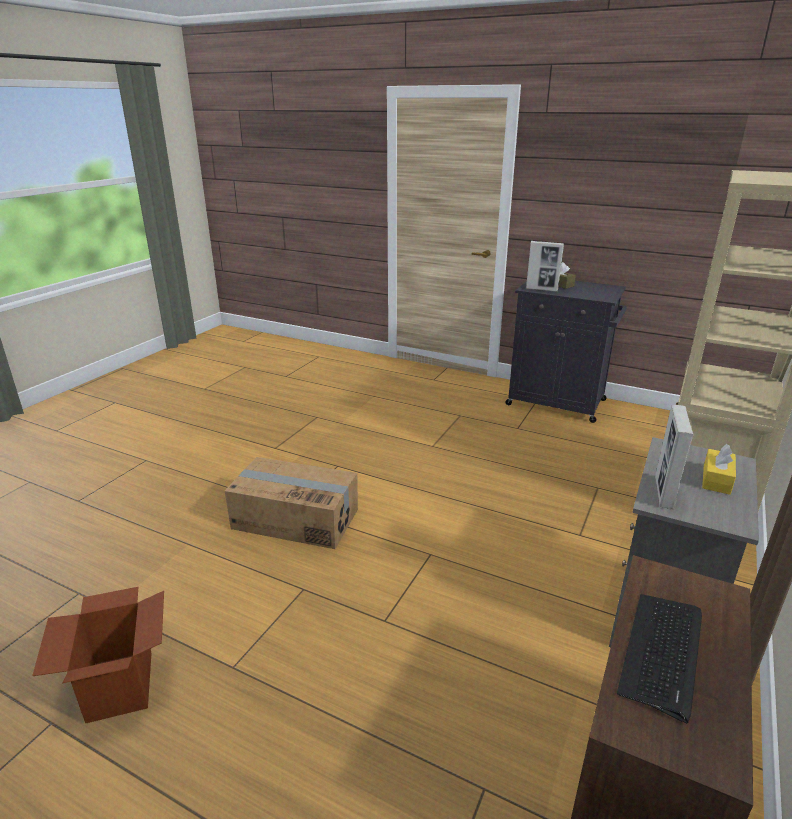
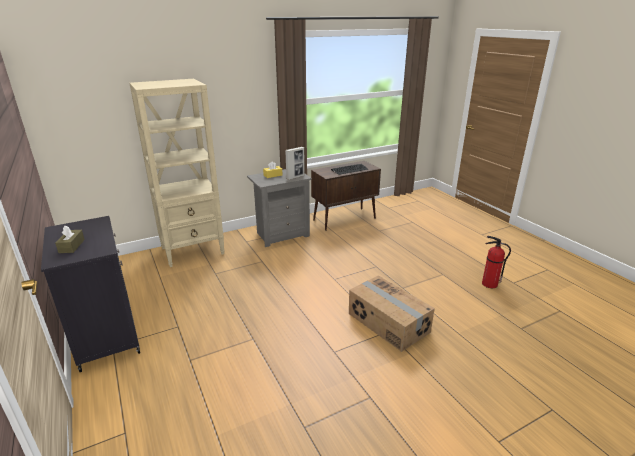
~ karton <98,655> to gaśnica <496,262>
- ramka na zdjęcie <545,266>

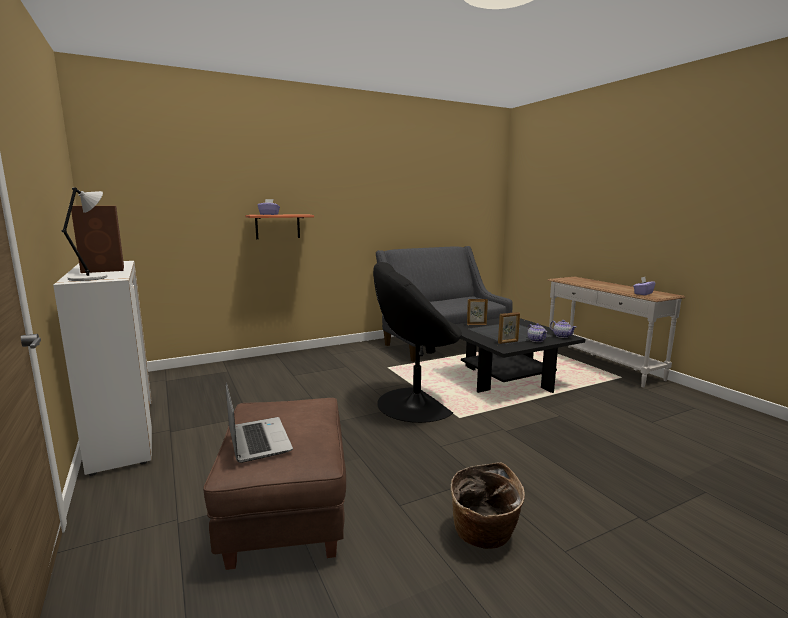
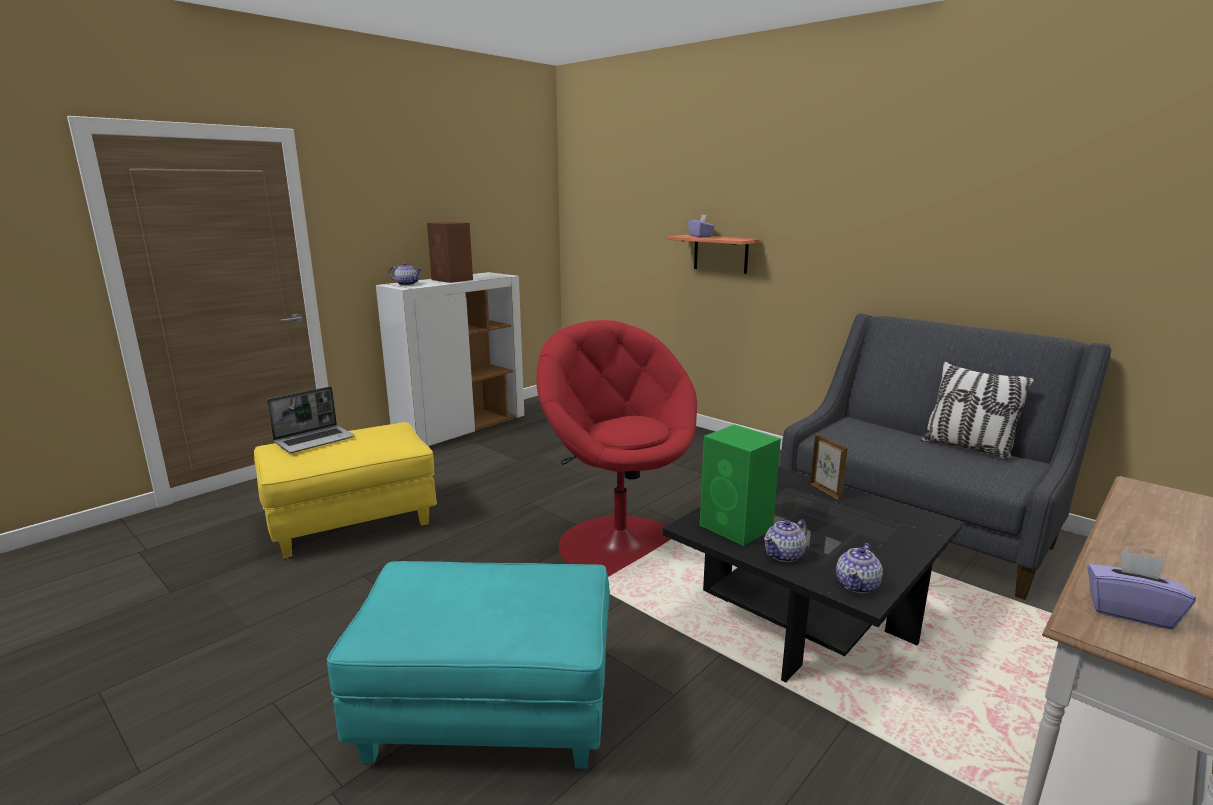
~ pufa [brązowy] <274,484> to pufa [żółty] <345,490>
+ pufa [turkusowy] <468,665>
~ lampa stołowa [szary] <85,234> to imbryk <405,274>
~ fotel [czarny] <417,342> to fotel [czerwony] <616,448>
~ ramka na zdjęcie <509,328> to głośnik [zielony] <740,485>
+ poduszka <977,411>
- koszyk <488,505>

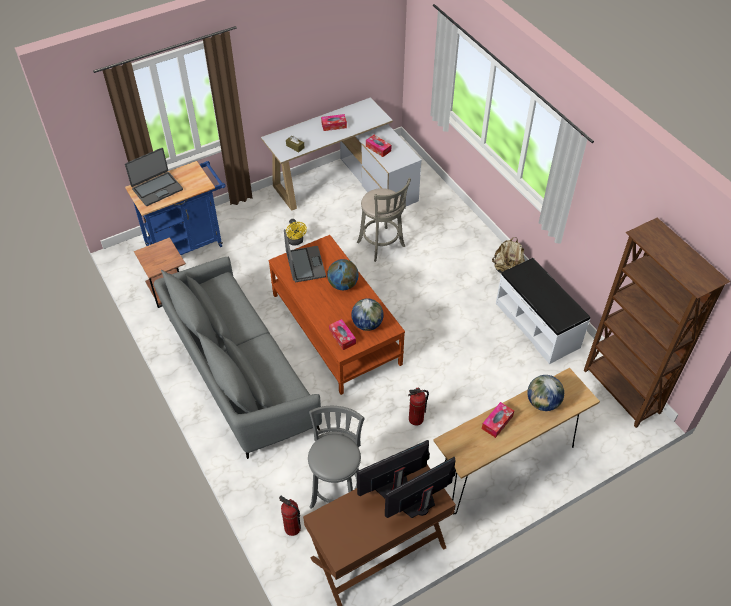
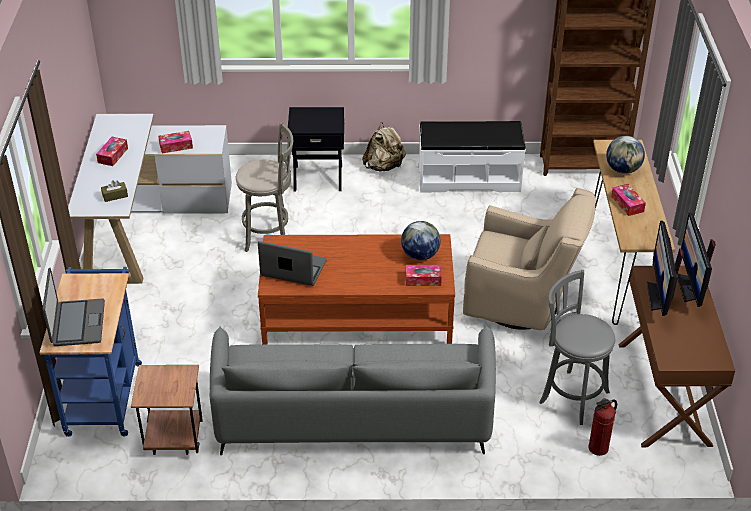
+ szafka nocna [czarny] <316,149>
~ gaśnica <418,406> to fotel [beżowy] <529,259>
- wentylator [żółty] <296,232>
- globus <343,274>

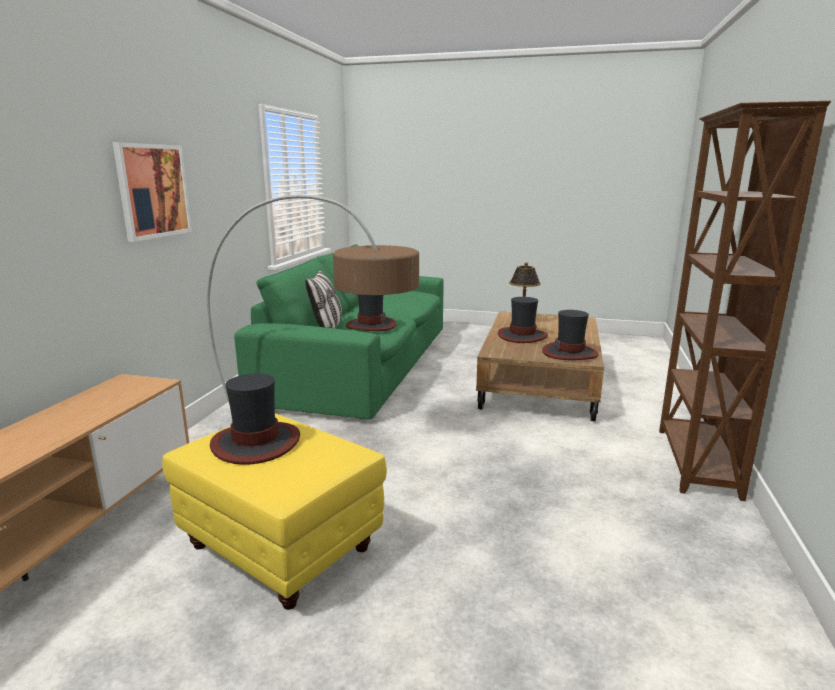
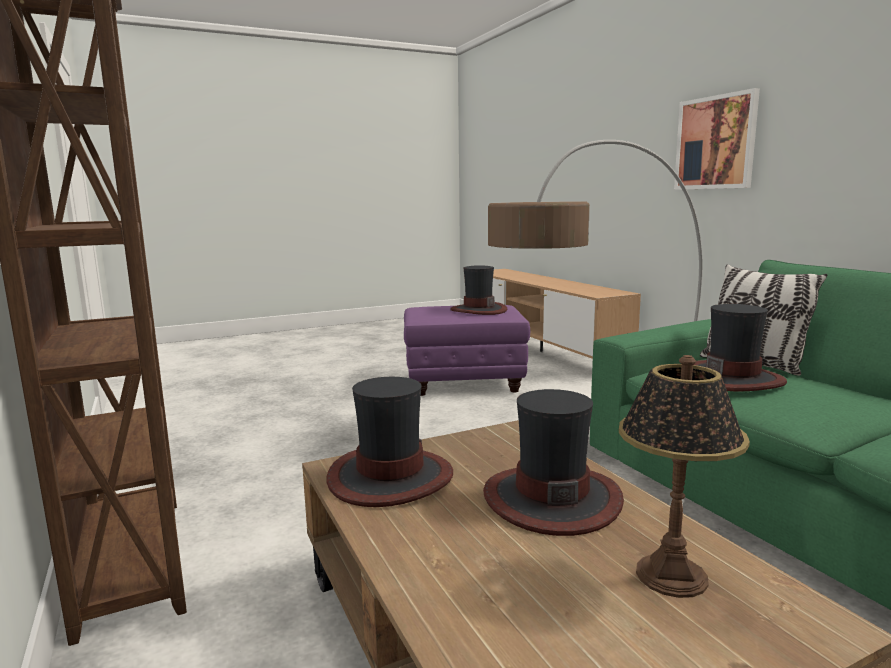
~ pufa [żółty] <274,511> to pufa [fioletowy] <467,350>

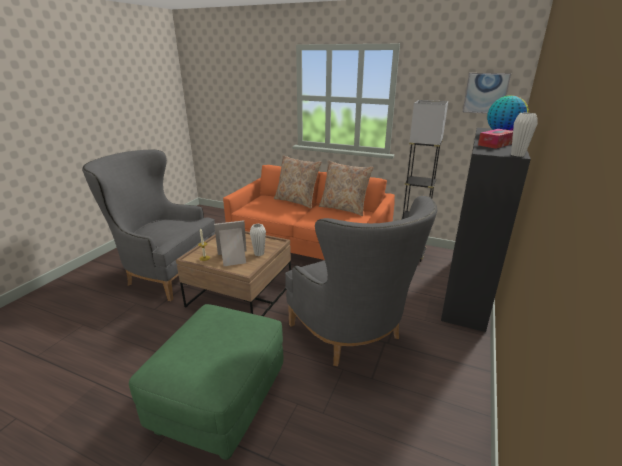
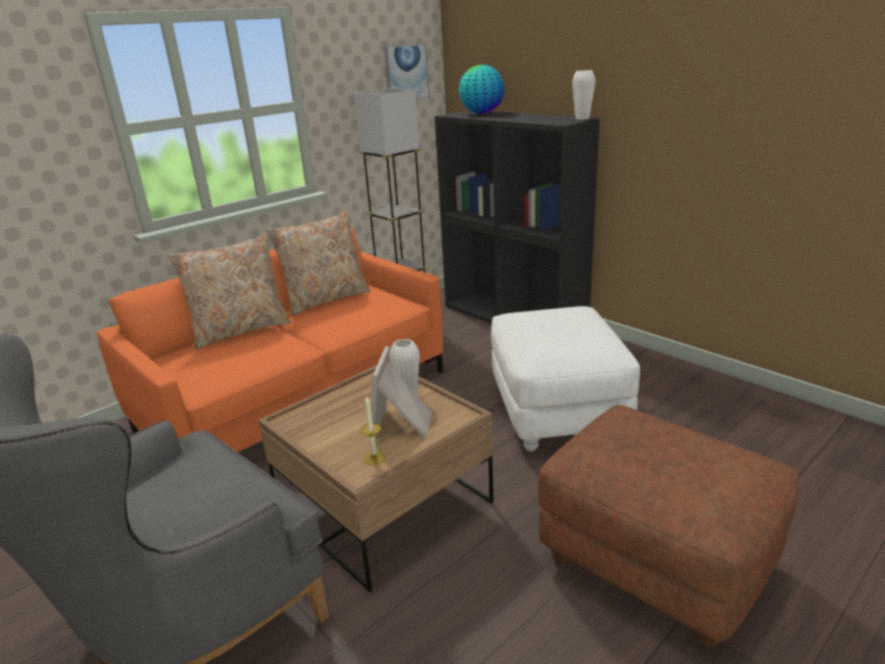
~ fotel [szary] <361,281> to pufa [biały] <565,379>
~ pufa [zielony] <206,382> to pufa [brązowy] <668,526>
- pudełko chusteczek <495,139>

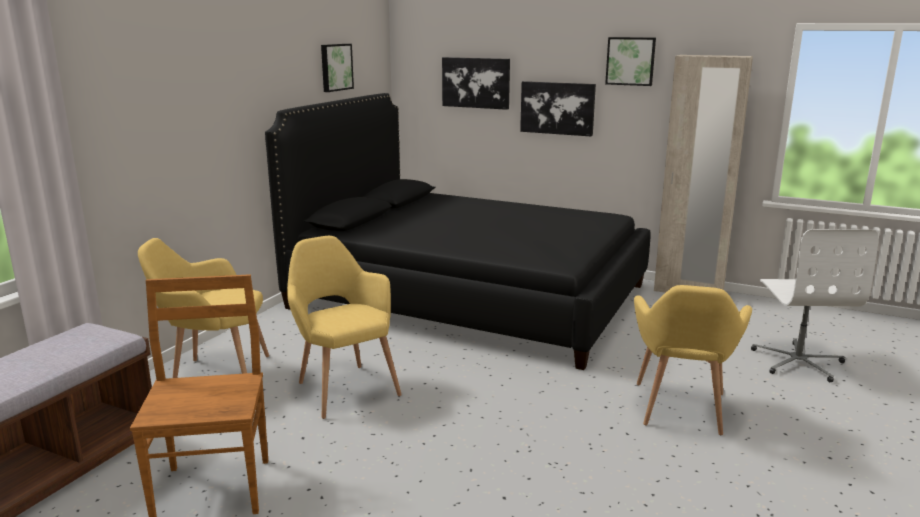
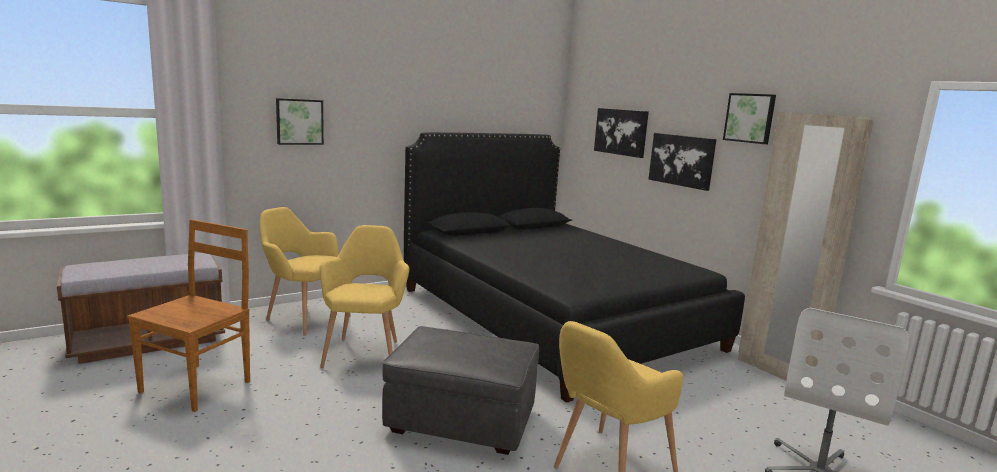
~ obraz <337,68> to <300,121>
+ pufa [szary] <460,390>

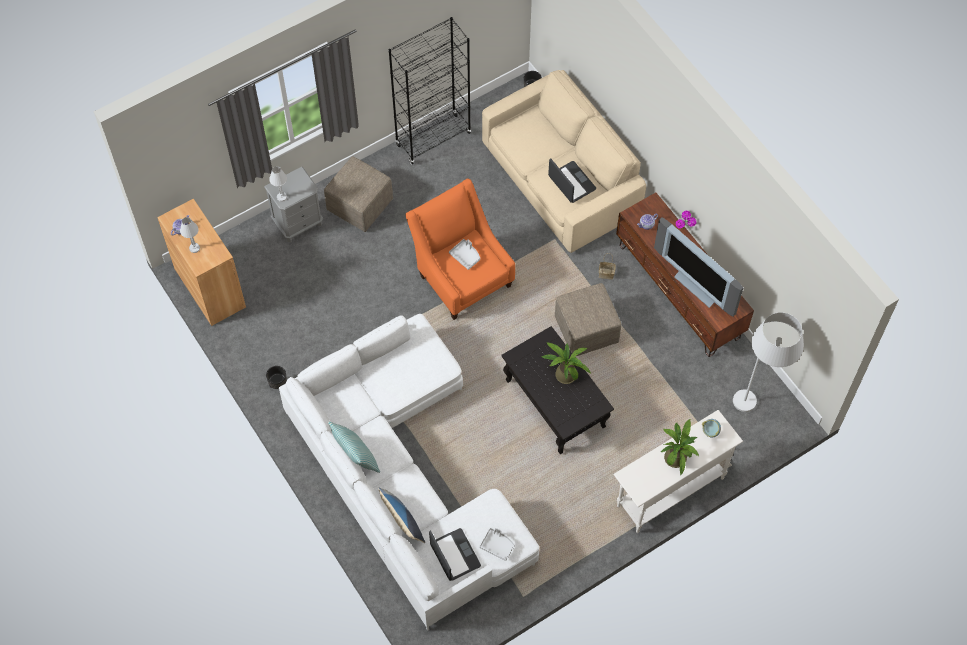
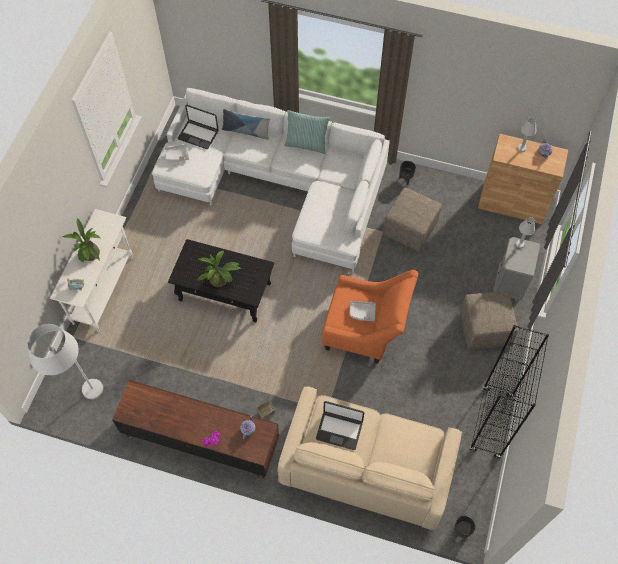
~ pufa [beżowy] <588,320> to <412,219>
- telewizor <698,267>

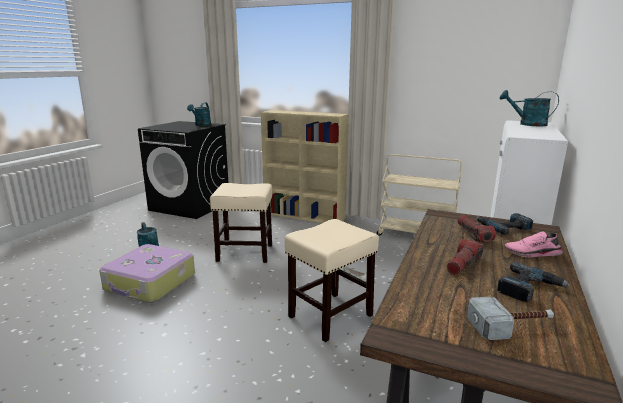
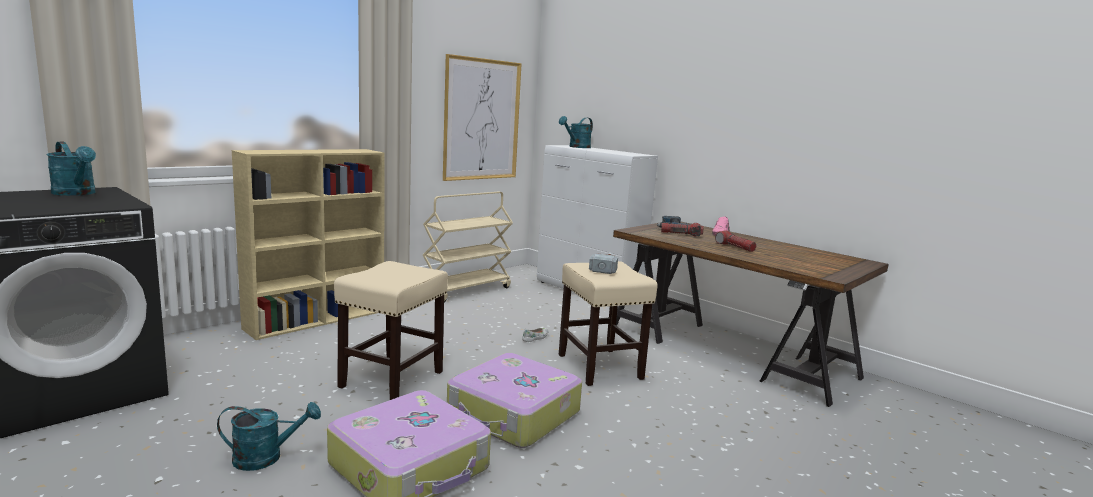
+ obraz <482,117>
+ walizka <514,400>
~ młotek <510,318> to <603,263>
- wiertarka <533,282>

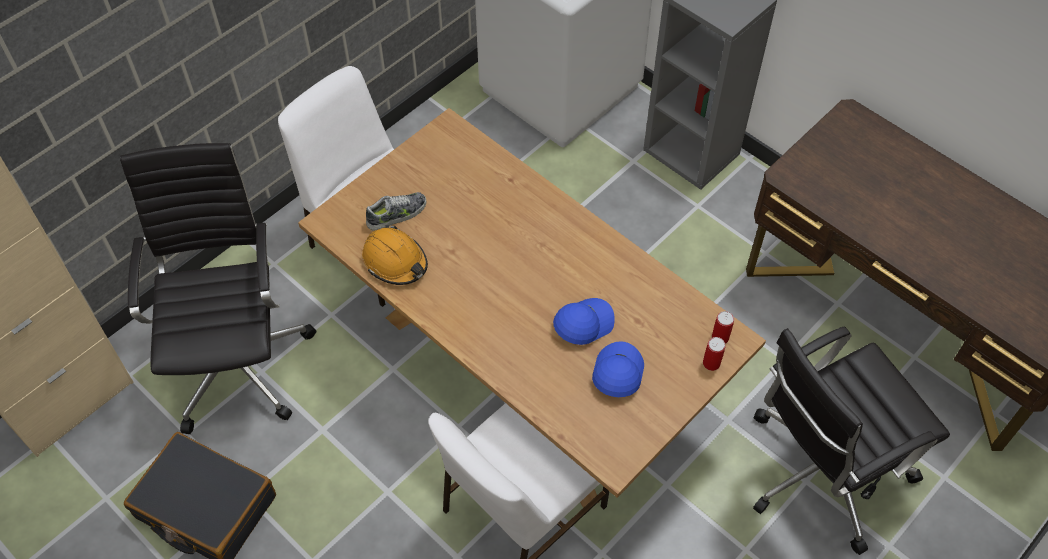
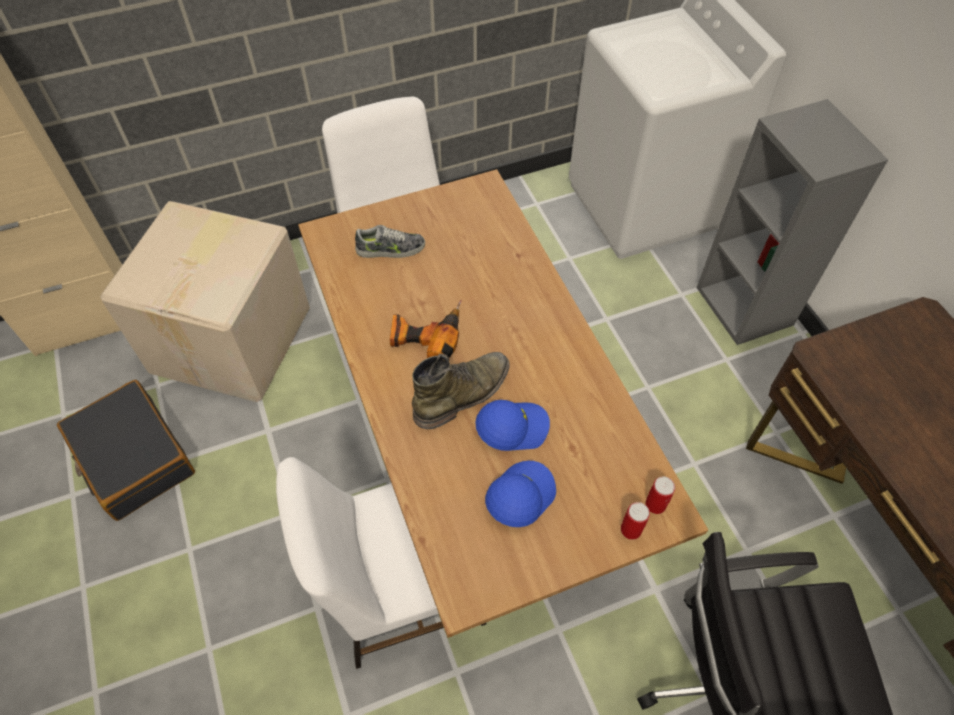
~ krzesło biurowe [czarny] <218,288> to karton <205,301>
+ wiertarka <426,329>
+ but z cholewką [zielony] <461,390>
- kask [pomarańczowy] <395,255>

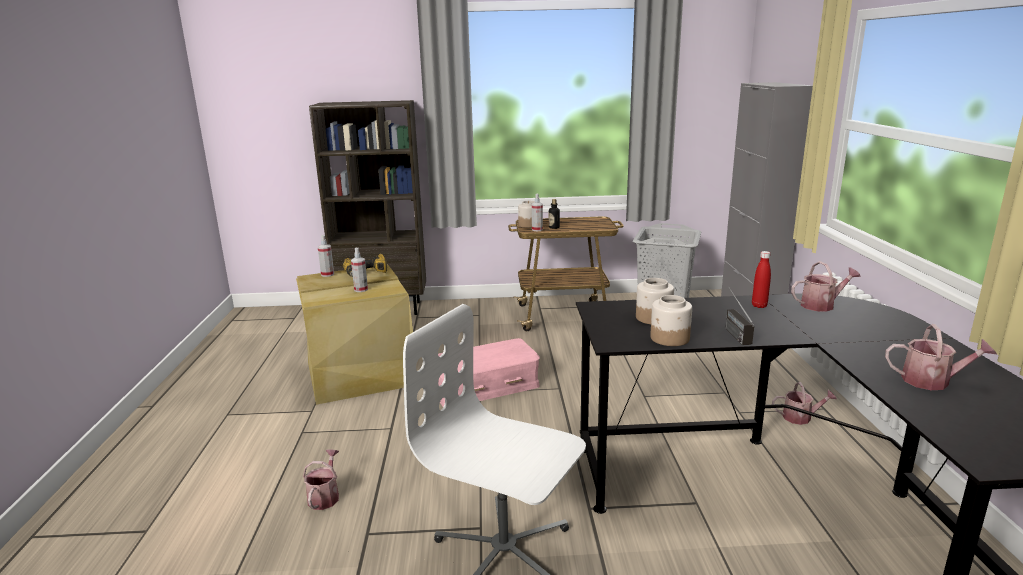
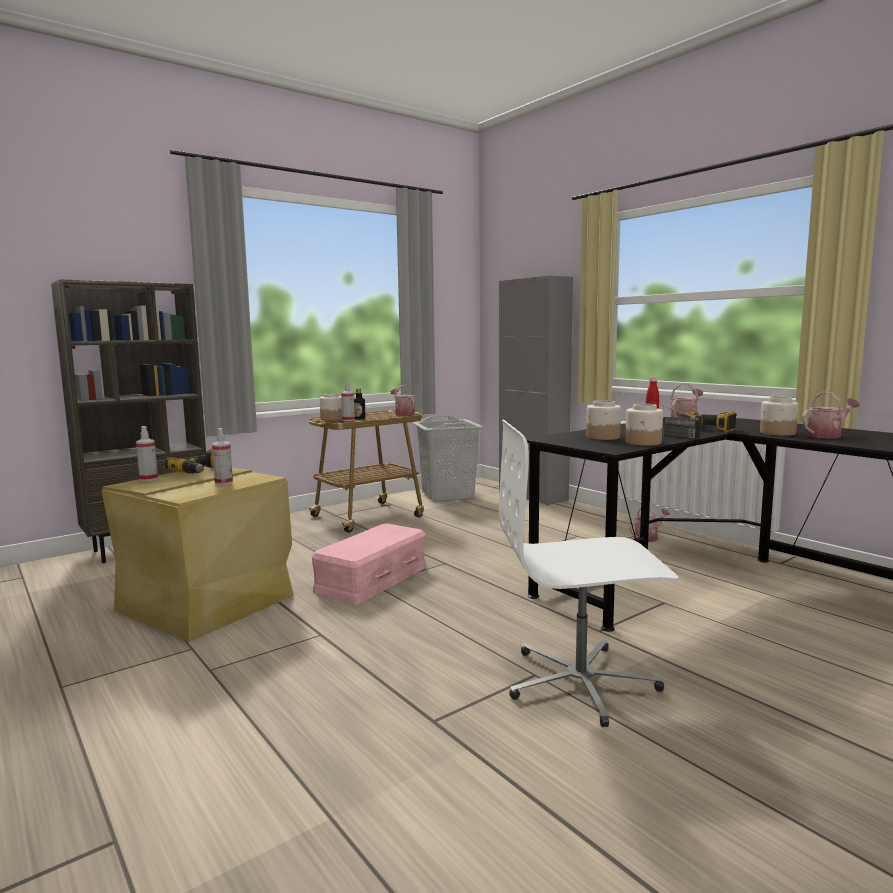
~ konewka <321,479> to <403,400>
+ wiertarka <707,421>
+ słoik <779,416>

